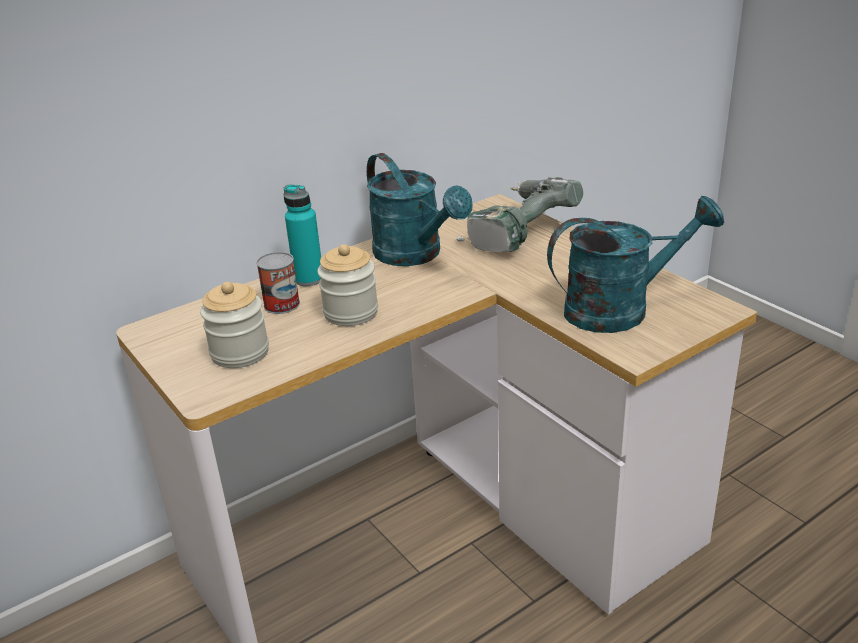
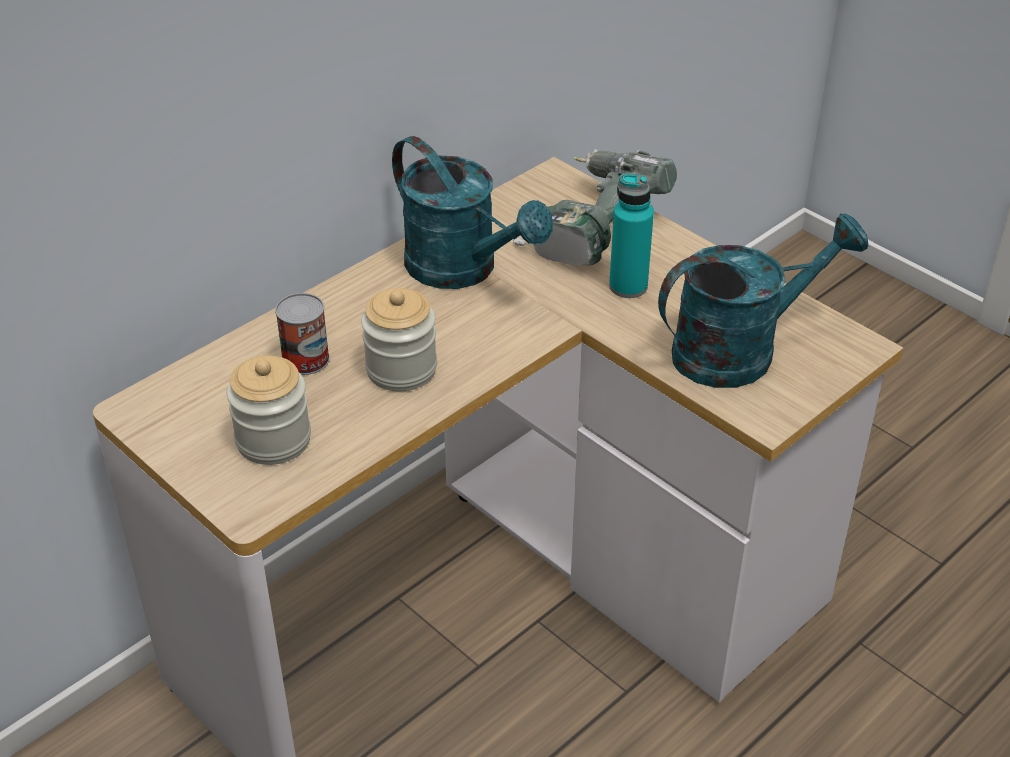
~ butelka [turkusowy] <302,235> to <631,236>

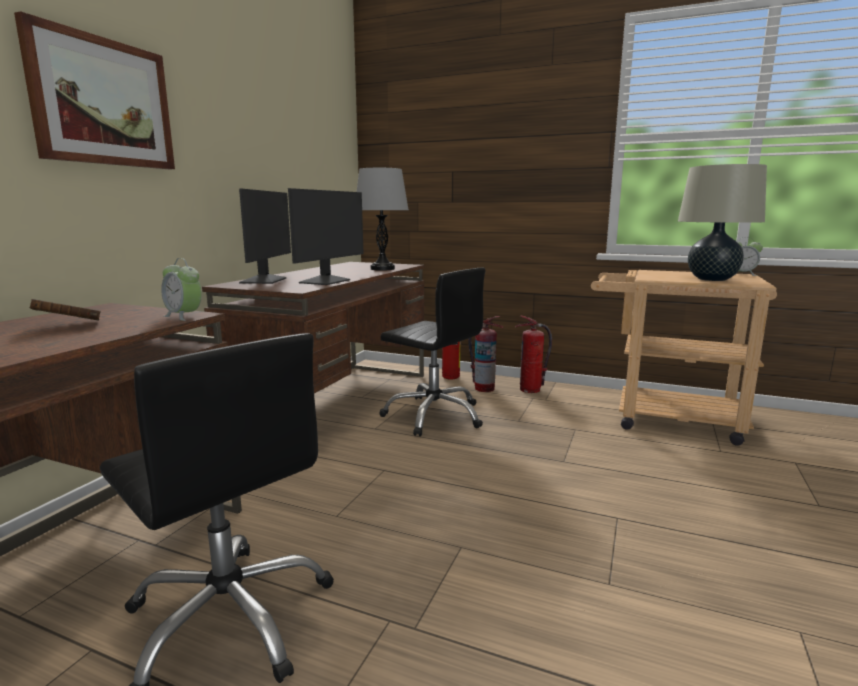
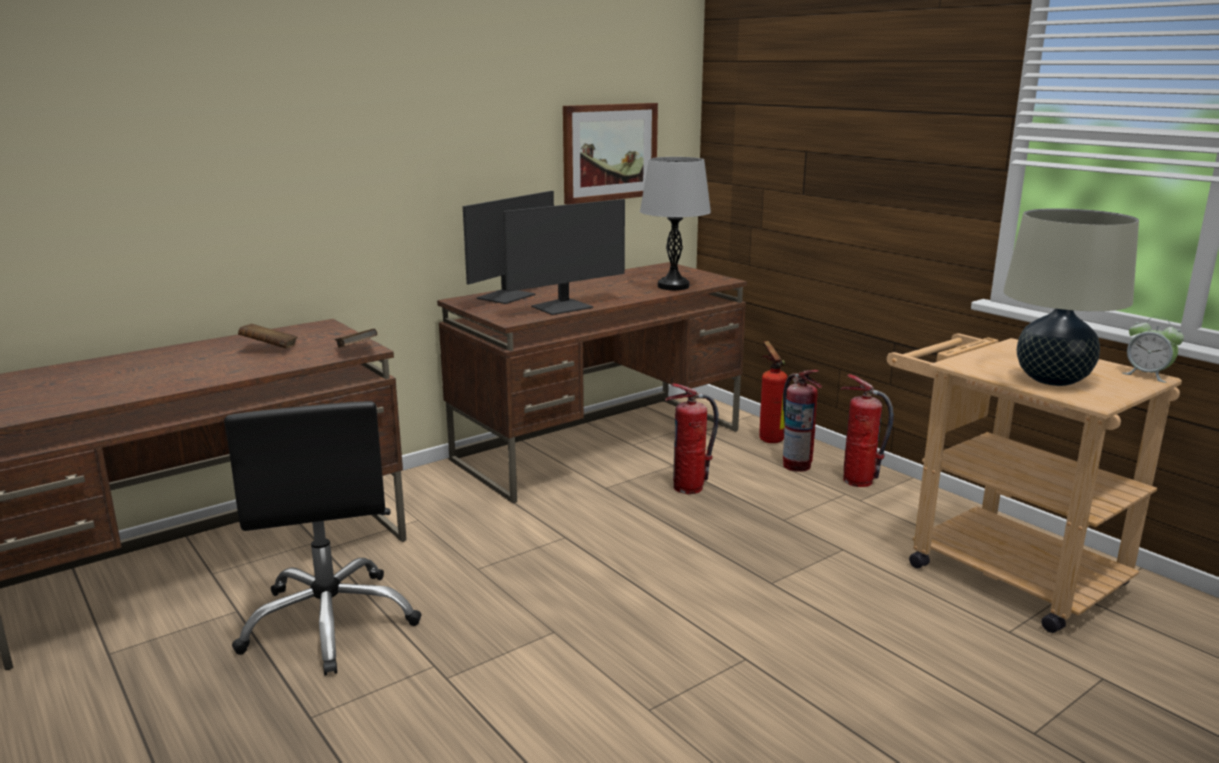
~ budzik <181,289> to książka [brązowy] <356,338>
~ obraz <94,90> to <610,154>
~ krzesło biurowe [czarny] <432,352> to gaśnica <692,439>

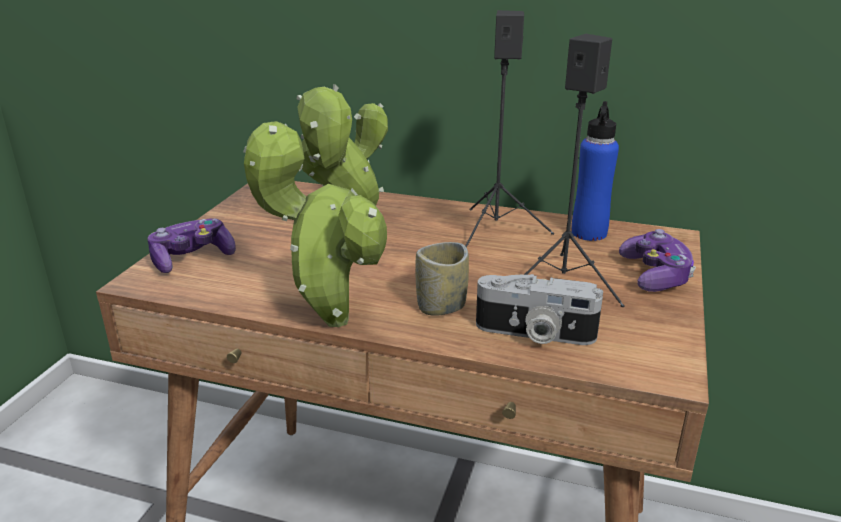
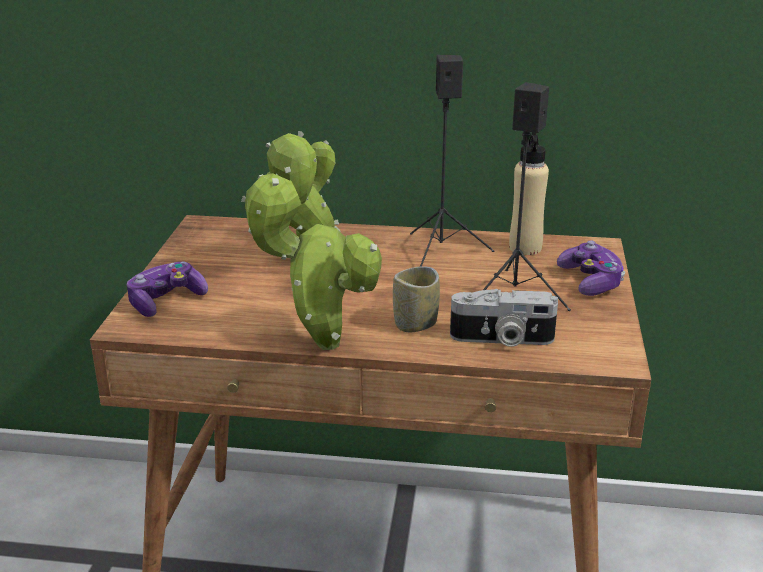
~ butelka [niebieski] <595,171> to butelka [beżowy] <529,193>

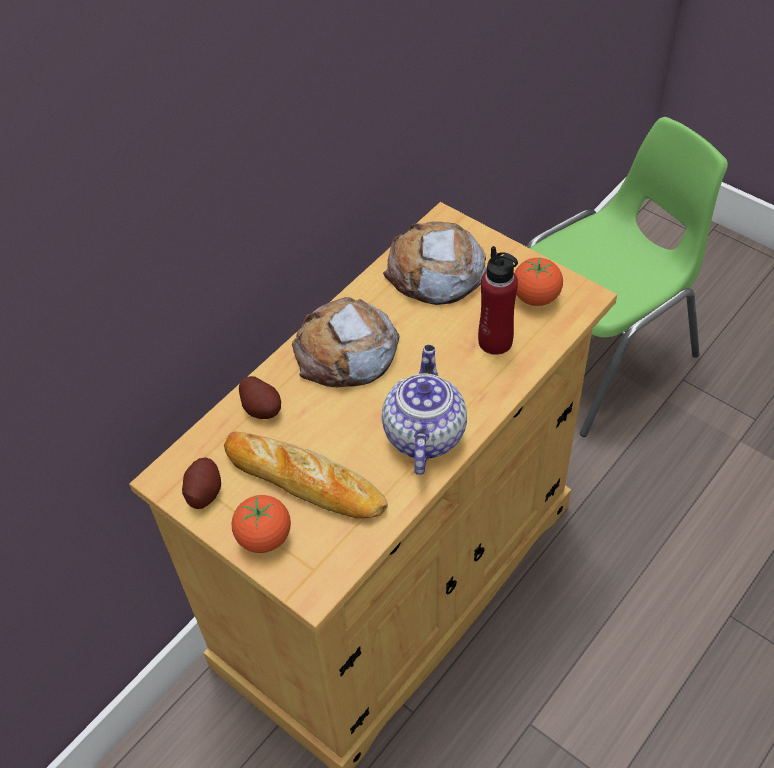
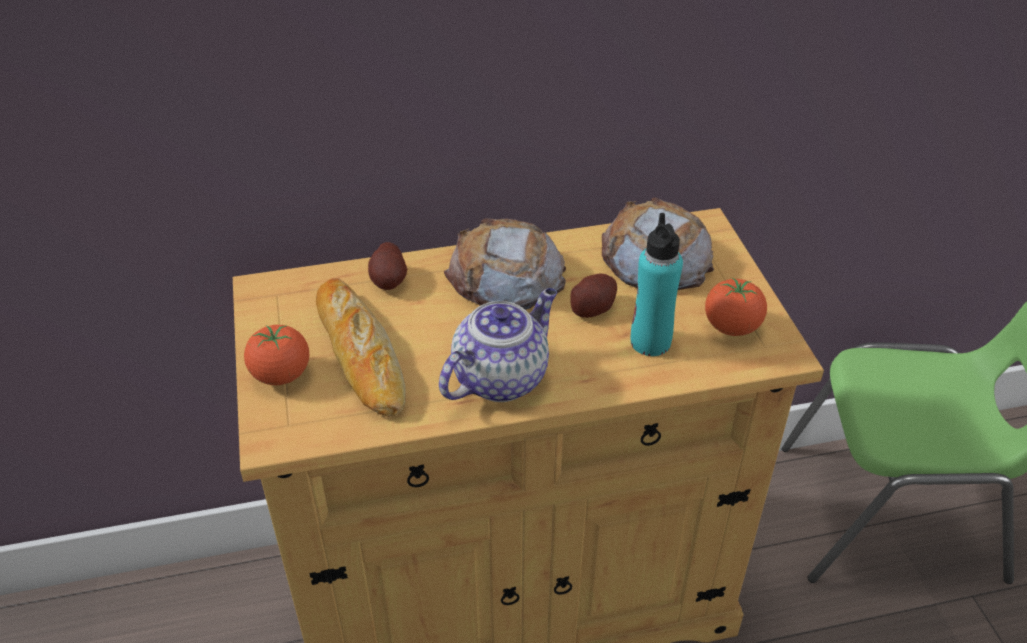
~ ziemniak <201,483> to <593,295>
~ butelka [czerwony] <498,300> to butelka [turkusowy] <657,284>

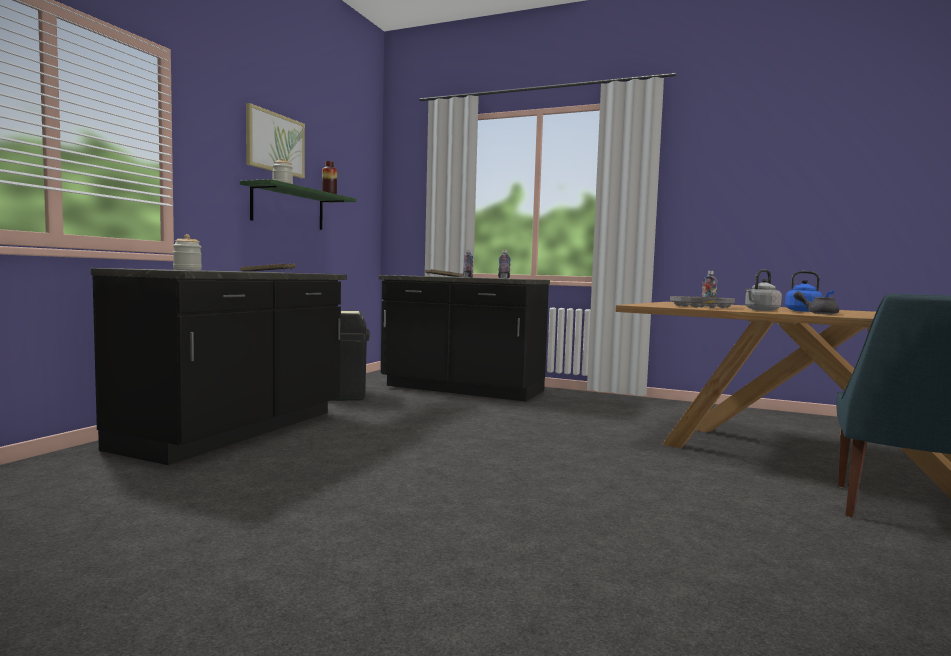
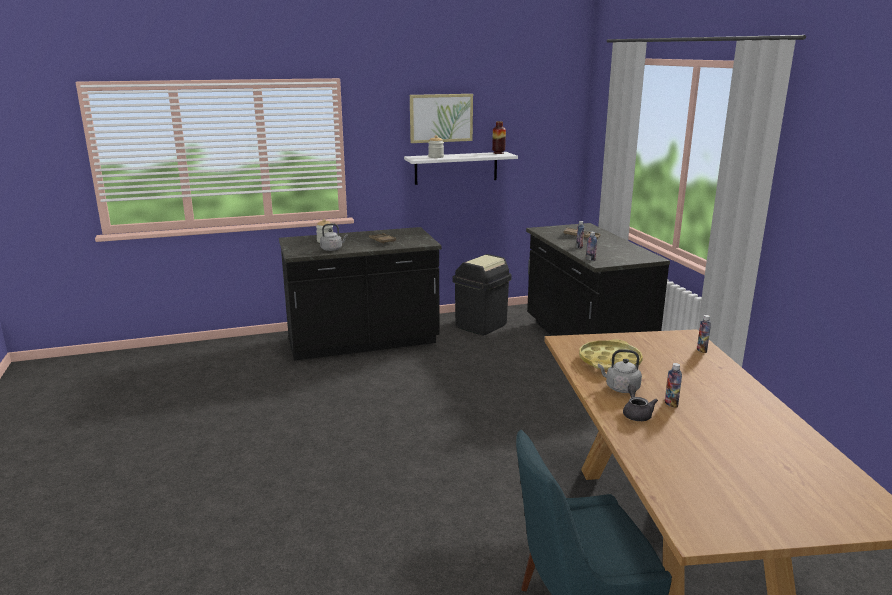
+ czajnik [szary] <334,237>
~ półka [zielony] <298,204> to półka [biały] <461,168>
~ taca [szary] <702,302> to taca [żółty] <611,354>
~ czajnik [niebieski] <809,291> to butelka <673,385>

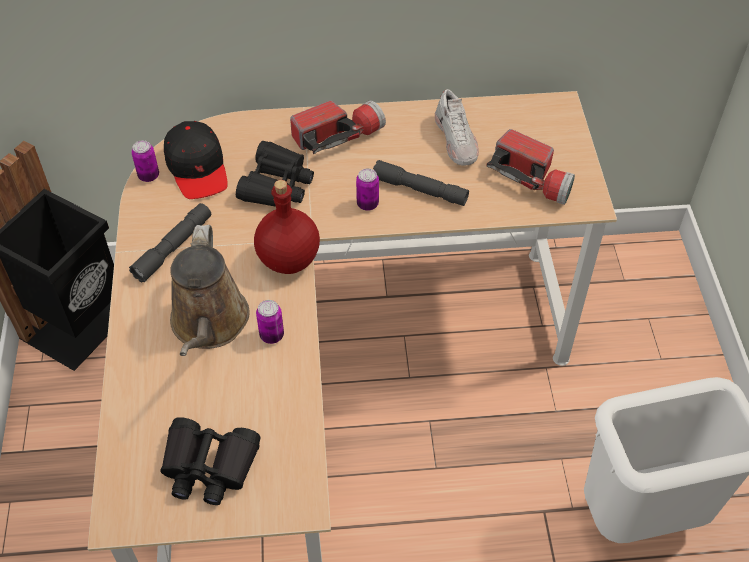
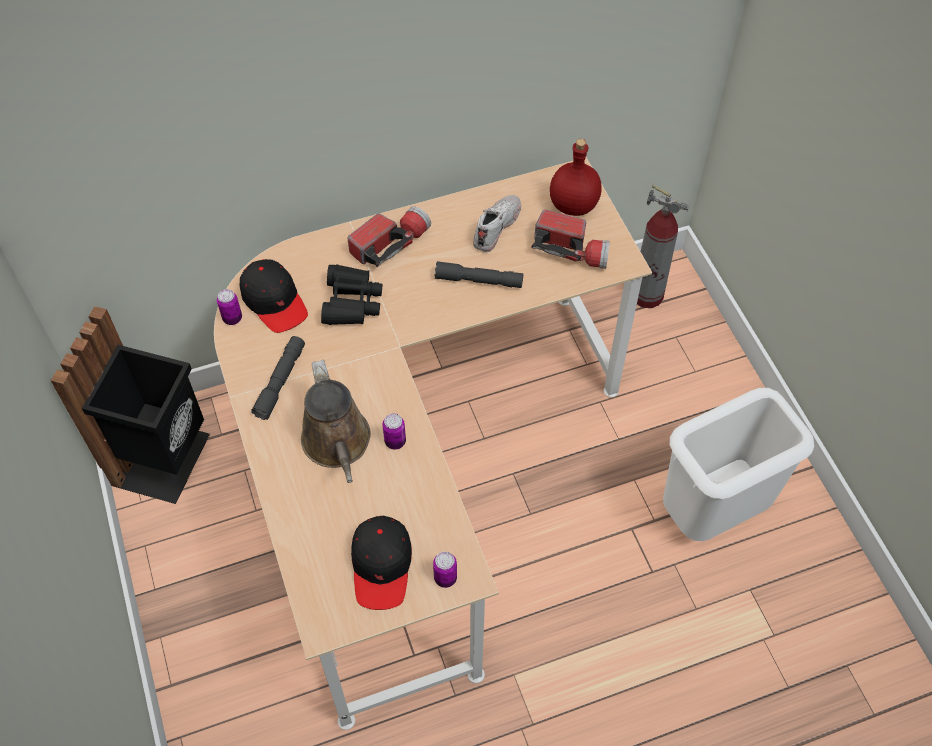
~ lornetka [czarny] <210,461> to czapka z daszkiem [czarny] <381,563>
~ puszka <367,189> to <445,570>
~ but [biały] <457,127> = <497,223> 120 degrees counterclockwise
~ butelka [czerwony] <287,227> to <576,177>
+ gaśnica <663,246>

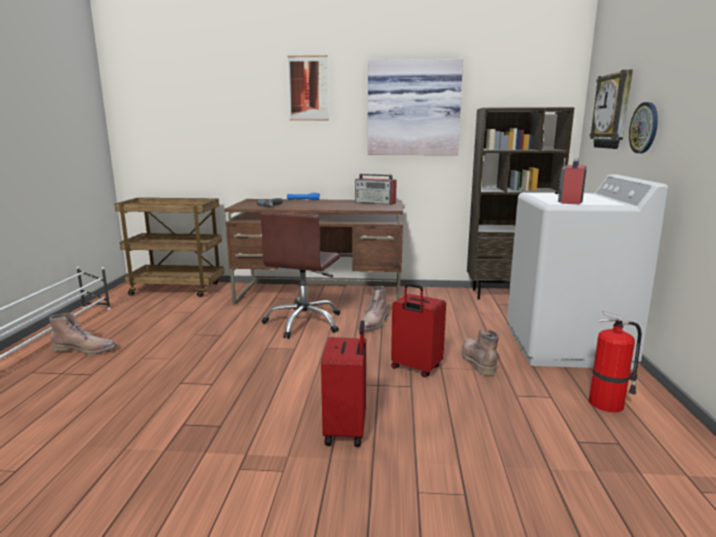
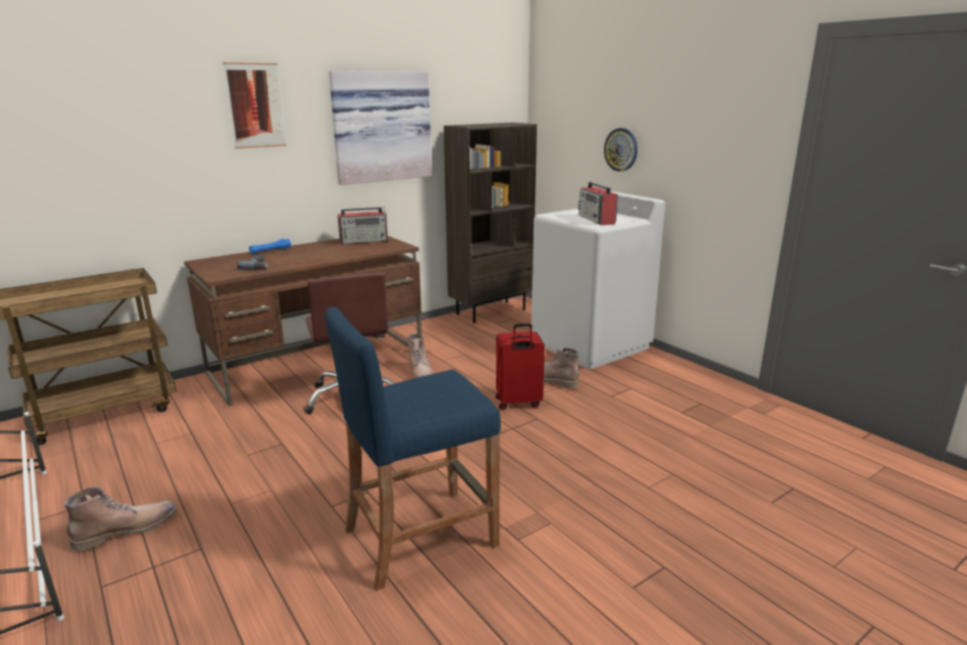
+ stołek [niebieski] <412,449>
- walizka [czerwony] <343,383>
- gaśnica <615,361>
- zegar ścienny <611,109>

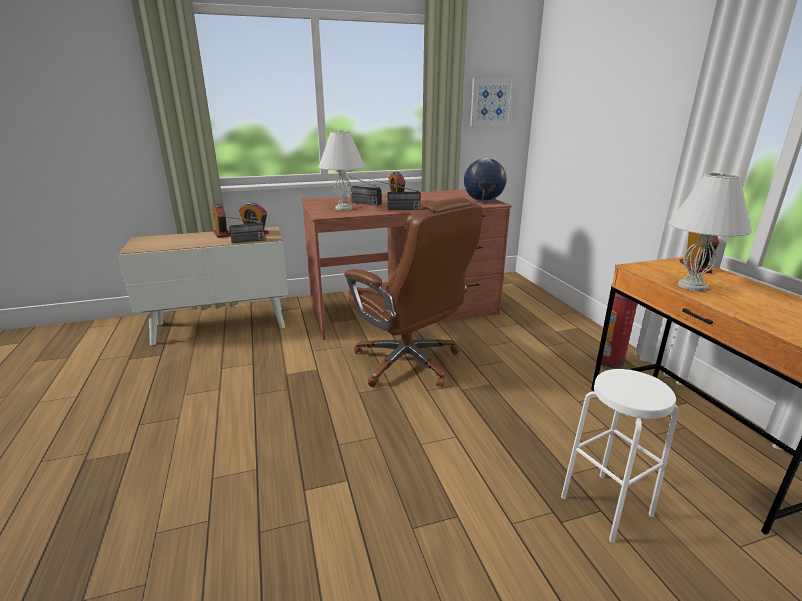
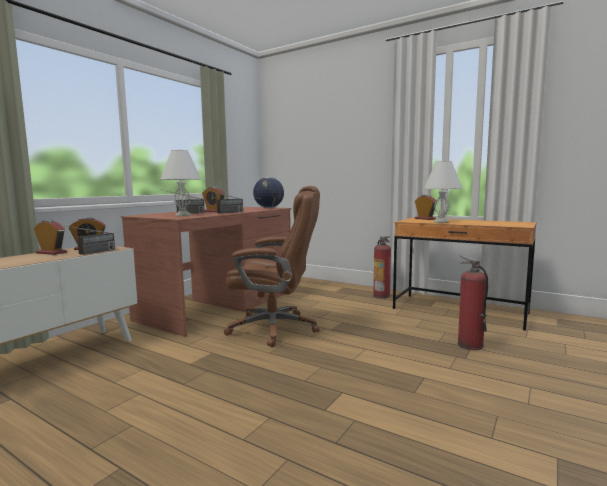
~ stołek [biały] <620,456> to gaśnica <472,302>
- obraz <492,102>

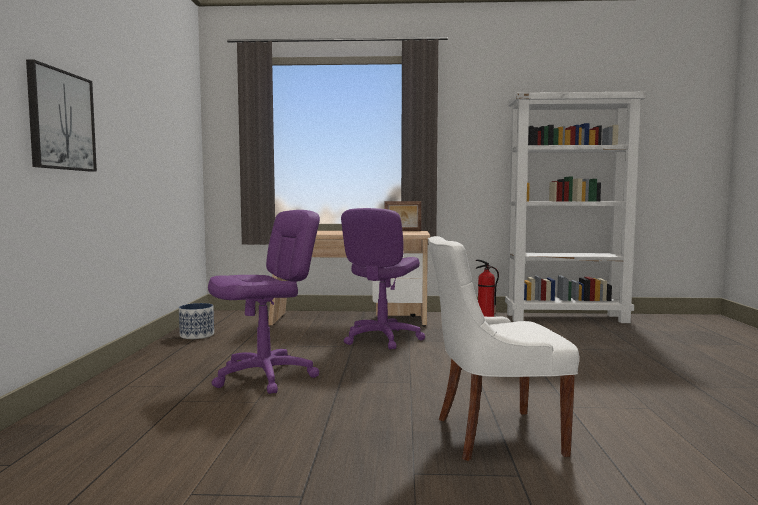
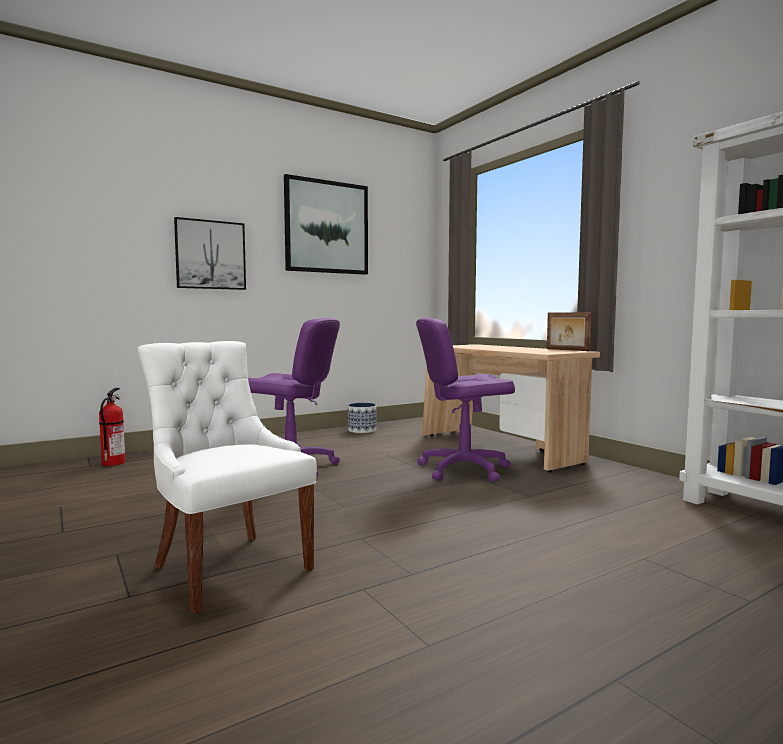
~ gaśnica <487,288> to <112,427>
+ obraz <326,224>

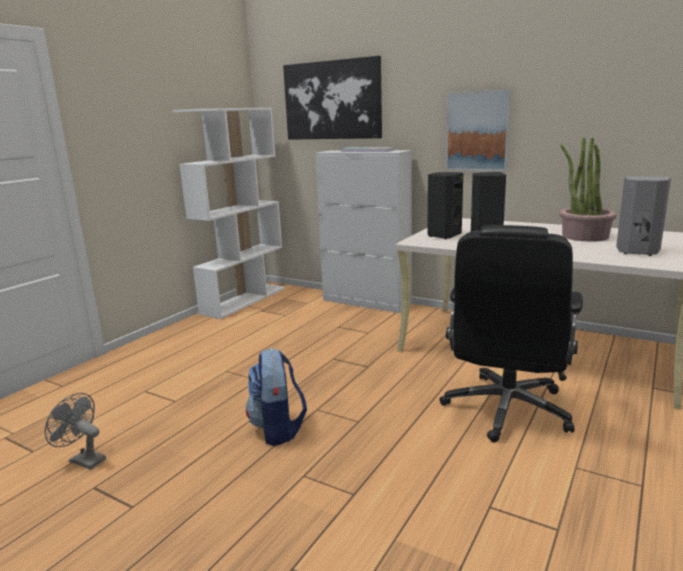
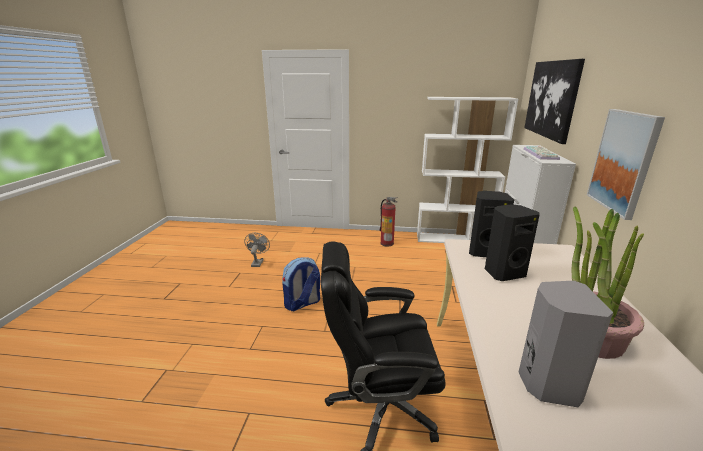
+ gaśnica <388,221>

